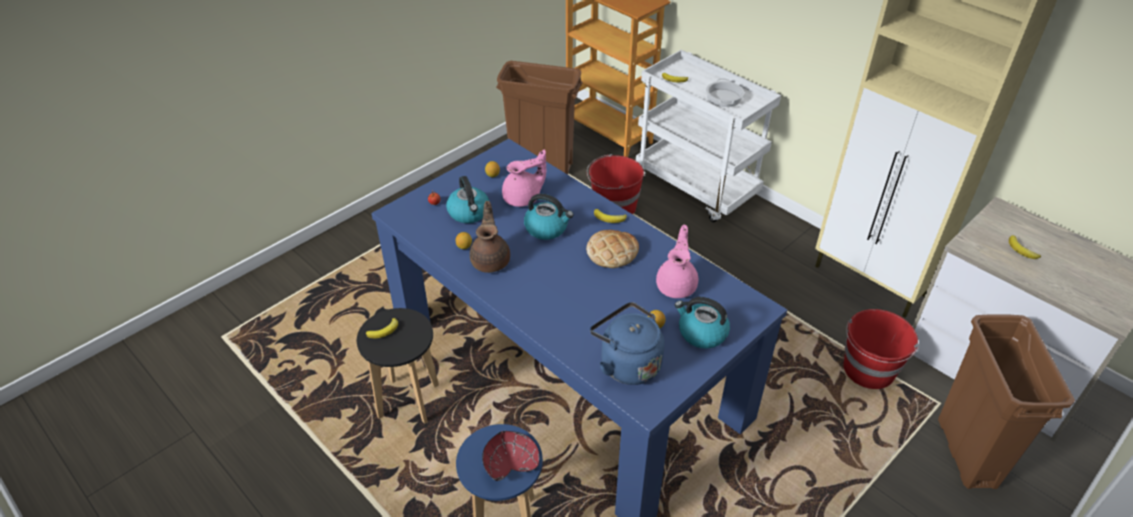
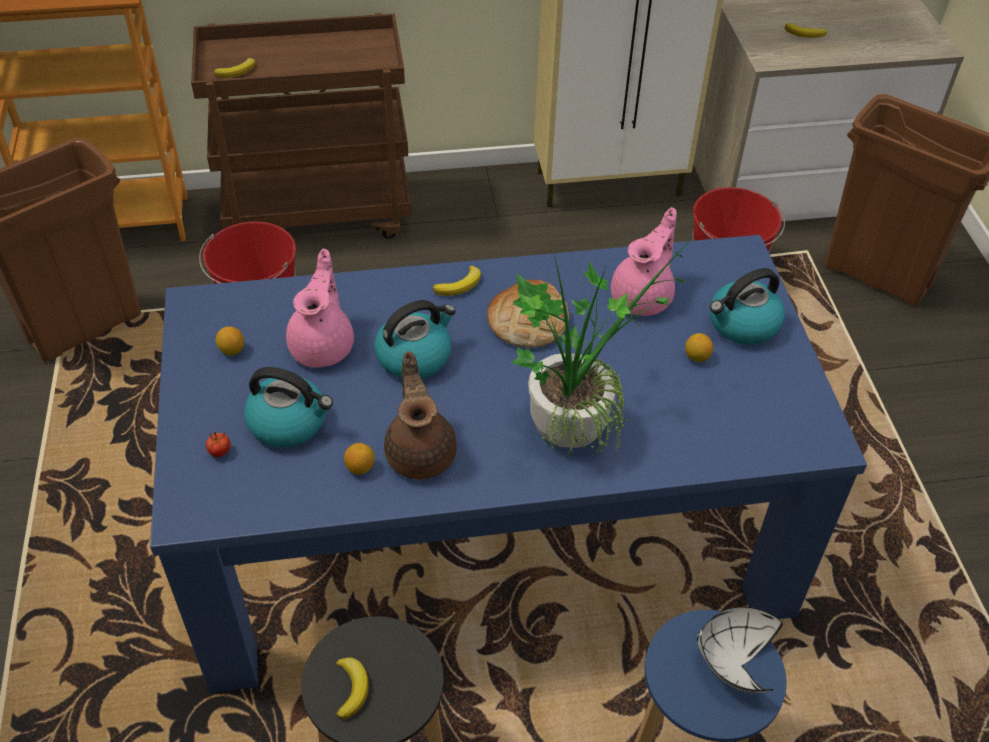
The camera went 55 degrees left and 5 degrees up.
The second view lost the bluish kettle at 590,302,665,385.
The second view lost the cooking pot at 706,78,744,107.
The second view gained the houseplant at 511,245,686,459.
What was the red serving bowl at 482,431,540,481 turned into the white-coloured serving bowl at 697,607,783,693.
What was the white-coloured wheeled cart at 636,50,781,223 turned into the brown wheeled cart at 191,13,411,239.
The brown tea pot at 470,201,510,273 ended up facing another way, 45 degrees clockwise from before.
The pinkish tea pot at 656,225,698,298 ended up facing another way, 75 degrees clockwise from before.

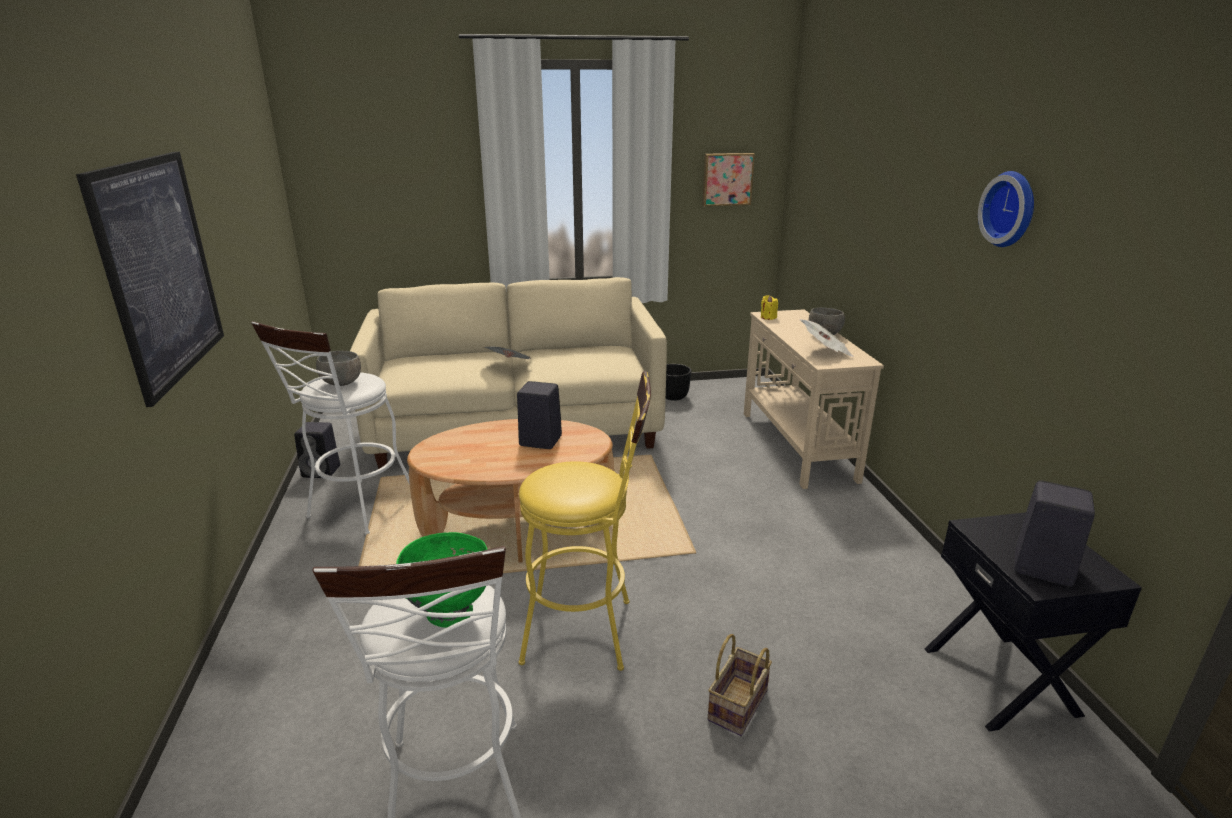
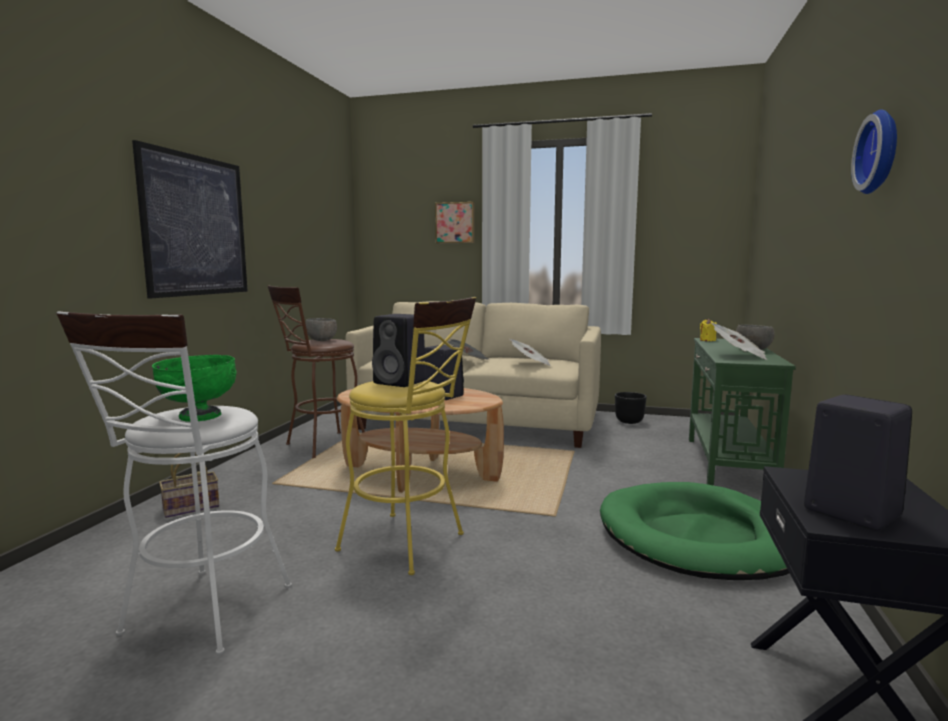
The camera went 25 degrees right and 15 degrees down.
The second view gained the newspaper at 510,339,551,366.
The second view gained the green dog cushion at 600,482,789,580.
The black-coloured loudspeaker ended up elsewhere, having gone from 294,422,340,478 to 372,314,426,387.
The wall art ended up elsewhere, having gone from 702,153,755,206 to 435,202,474,243.
The basket ended up elsewhere, having gone from 708,634,772,736 to 159,452,219,518.
What was the white-coloured stool at 251,321,410,535 turned into the brown stool at 268,285,365,458.
What was the sand-coloured hall table at 744,309,884,489 turned into the green hall table at 689,338,796,486.

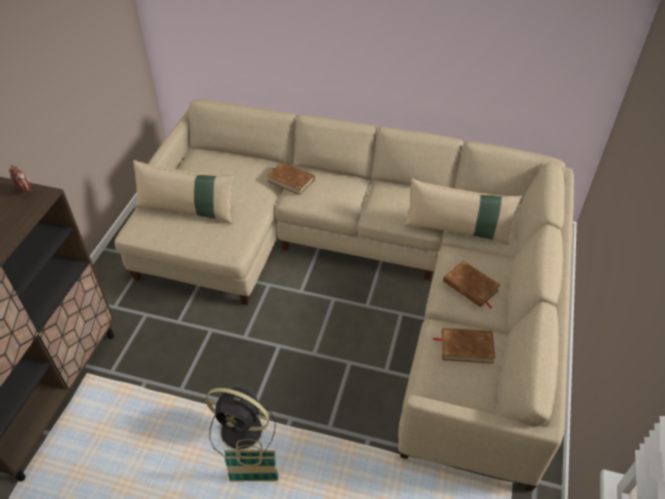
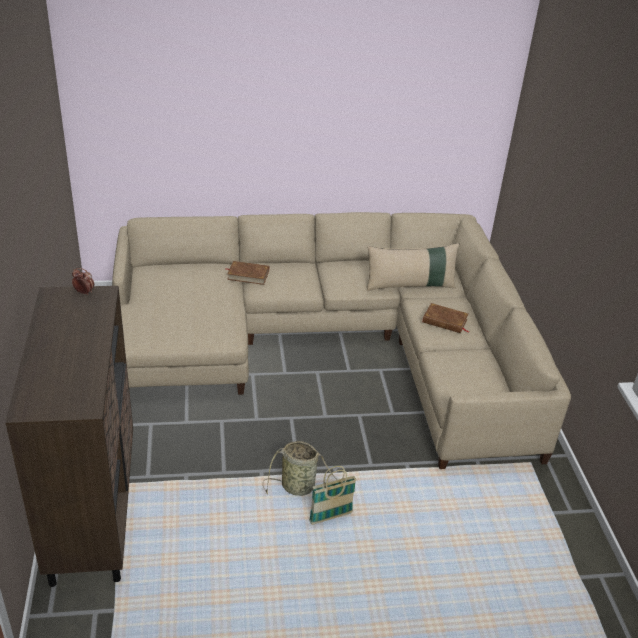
The camera went 25 degrees left and 10 degrees down.
The second view lost the sand-coloured throw pillow at 133,160,235,224.
The second view lost the brown bound book at 432,328,495,364.
Where the black-coloured cooling fan stood at 206,387,276,455, the basket came to stand at 263,441,338,496.

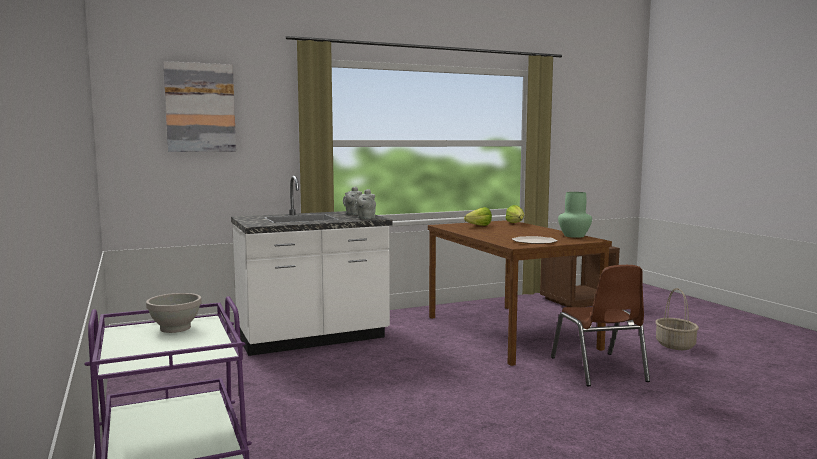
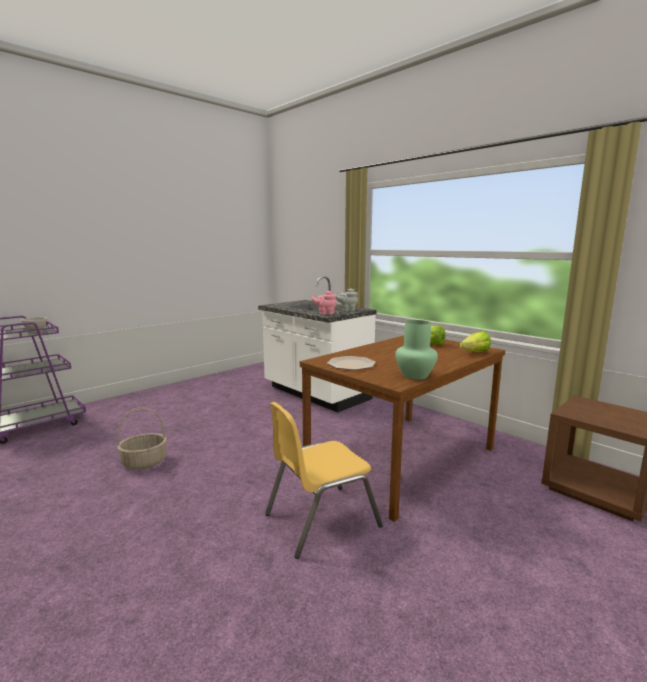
The camera went 70 degrees right and 5 degrees up.
The second view lost the wall art at 163,61,236,152.
The basket ended up elsewhere, having gone from 655,288,699,350 to 117,407,167,470.
What was the greyish tea pot at 355,189,376,219 turned into the pinkish tea pot at 312,291,337,315.
What was the brown chair at 551,265,650,386 turned into the yellow chair at 265,402,383,559.

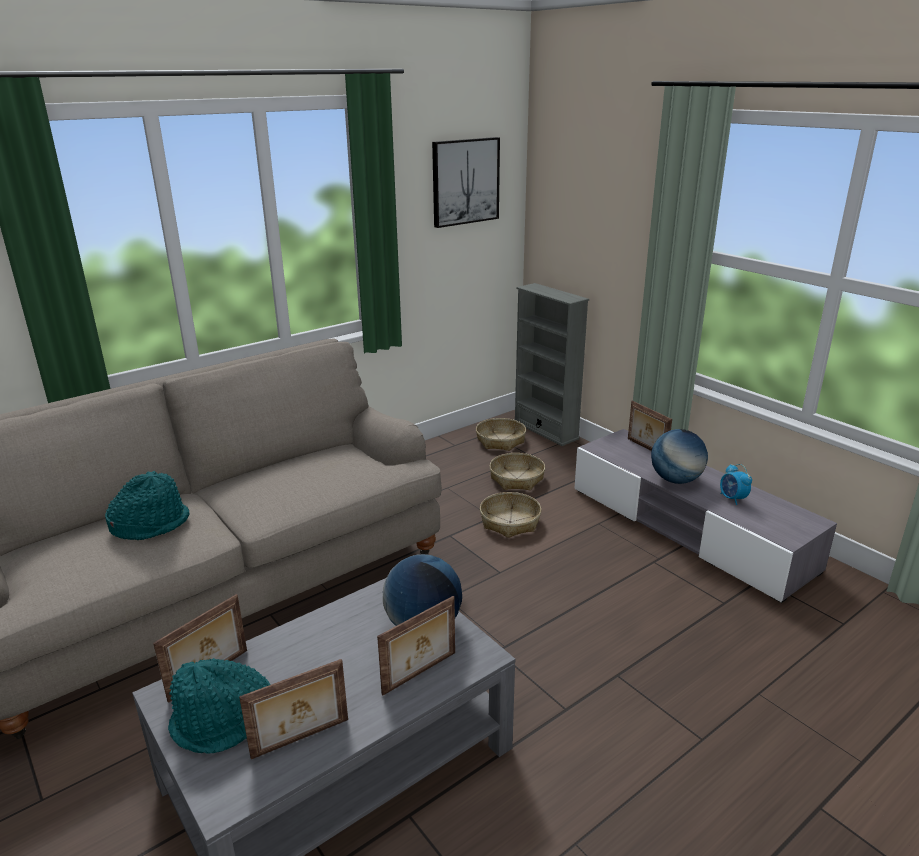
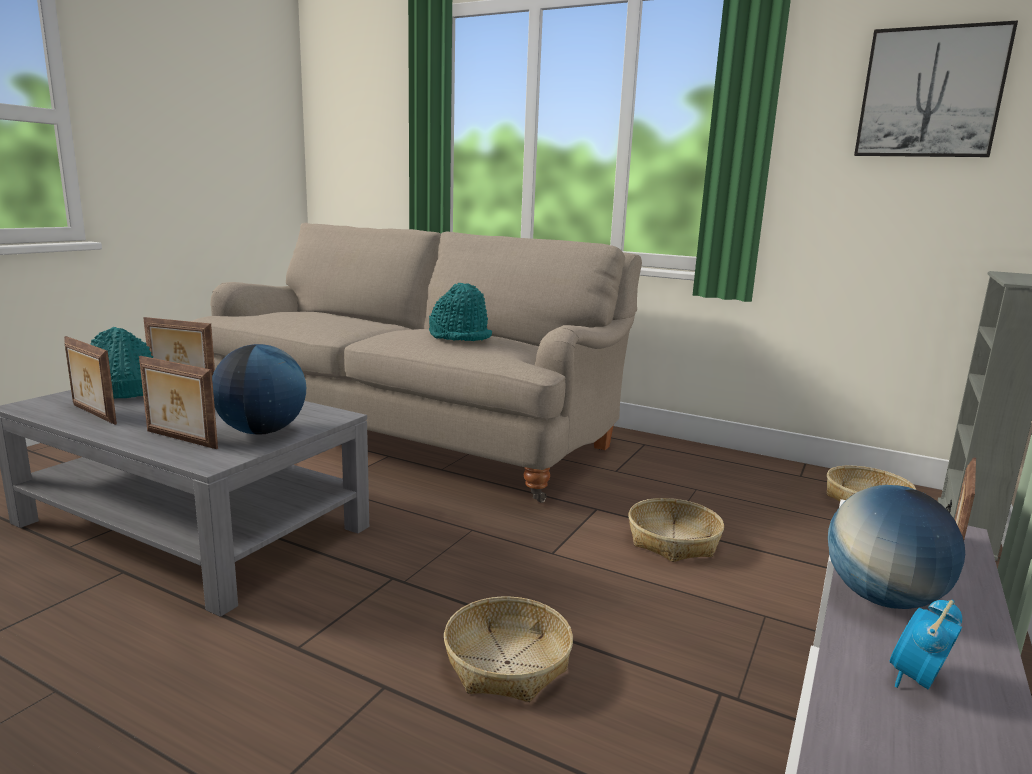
The camera went 65 degrees right and 10 degrees down.
The turquoise wearable hat ended up elsewhere, having gone from 105,471,189,540 to 429,283,492,341.
The basket ended up elsewhere, having gone from 489,453,545,490 to 444,596,573,702.

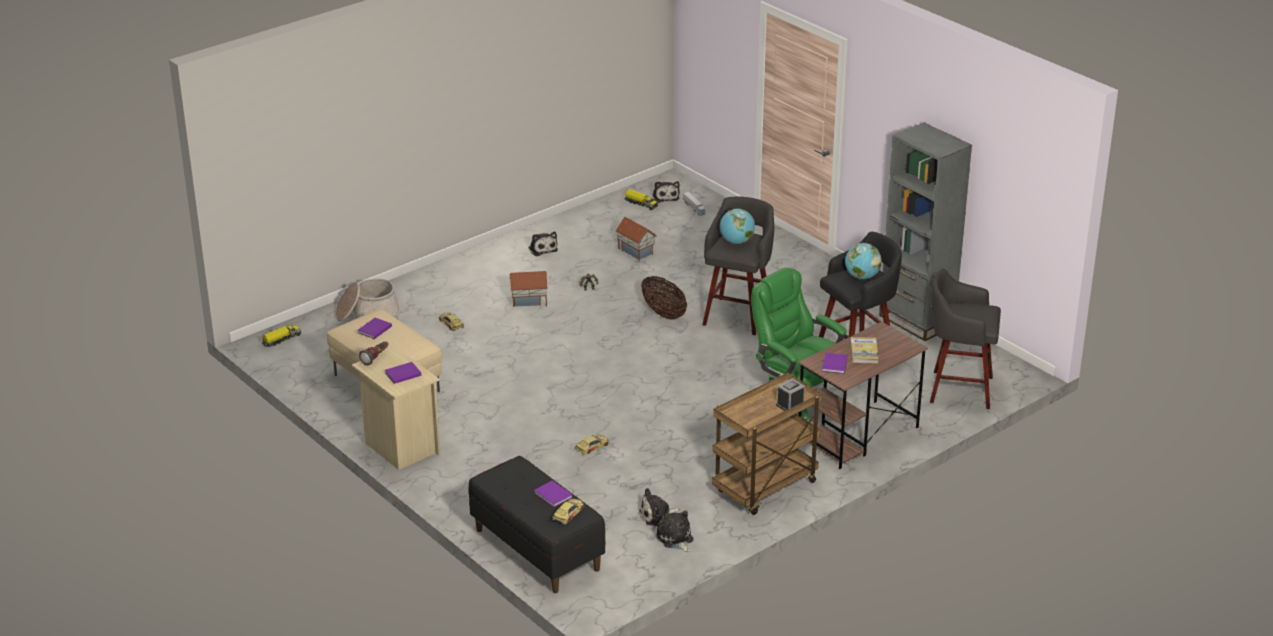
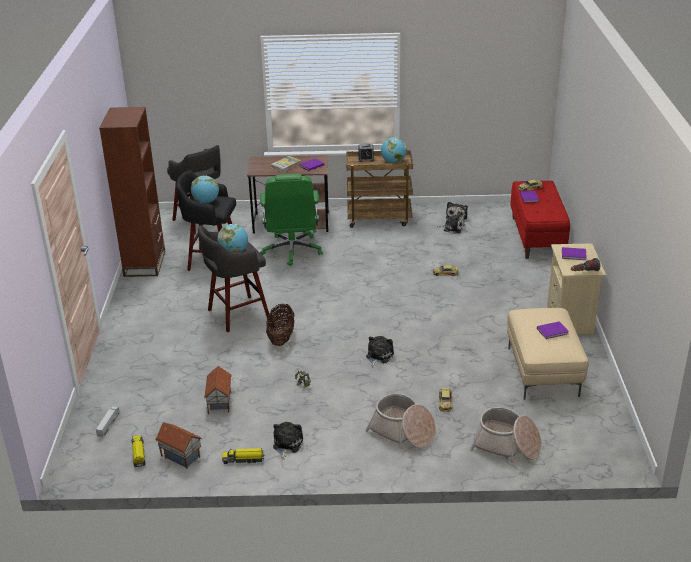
The camera went 140 degrees left and 0 degrees up.
The second view gained the basket at 365,393,436,449.
The second view gained the globe at 381,137,407,164.
The toy lorry ended up elsewhere, having gone from 262,325,301,347 to 222,448,264,464.
The toy house ended up elsewhere, having gone from 509,271,548,307 to 155,422,202,469.
The soft toy ended up elsewhere, having gone from 652,181,680,203 to 366,336,394,368.
What was the black-coloured indoor bench at 468,456,606,593 turned into the red indoor bench at 510,181,570,259.
What was the greyish bookcase at 879,122,972,341 turned into the brown bookcase at 99,107,165,277.

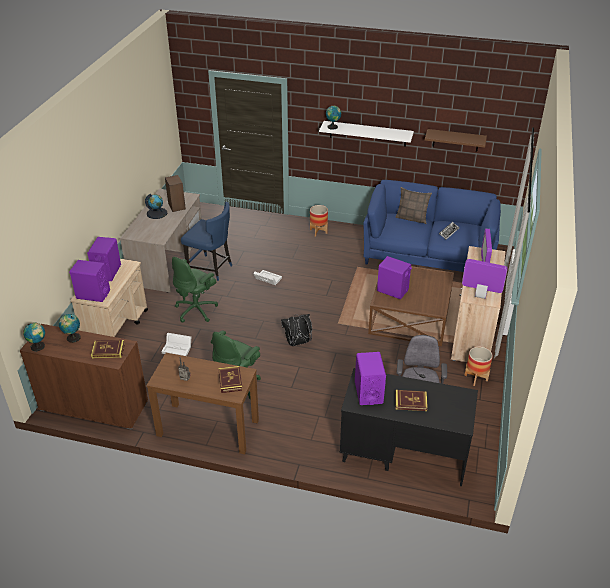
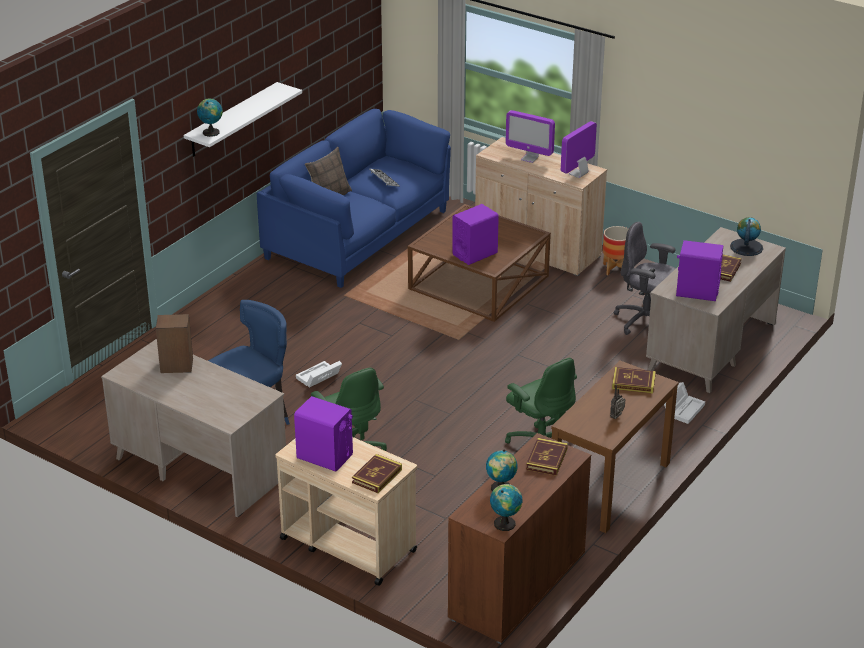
The camera went 70 degrees left and 5 degrees down.
The second view lost the black-coloured backpack at 281,314,312,346.
The second view lost the plant pot at 310,205,328,237.
The second view lost the brown shelf at 425,129,487,152.
The globe ended up elsewhere, having gone from 145,194,167,219 to 730,217,763,256.
The white-coloured storage bin ended up elsewhere, having gone from 162,333,191,356 to 664,382,705,424.
Where the purplish loudspeaker stood at 69,260,110,302, the bound book came to stand at 352,454,402,493.
What was the black-coloured desk table at 340,368,478,486 turned into the sand-coloured desk table at 646,227,786,393.

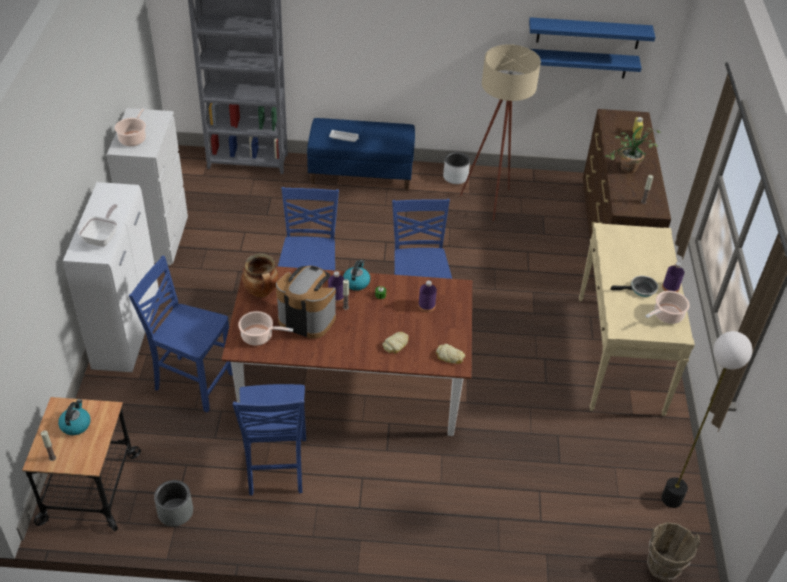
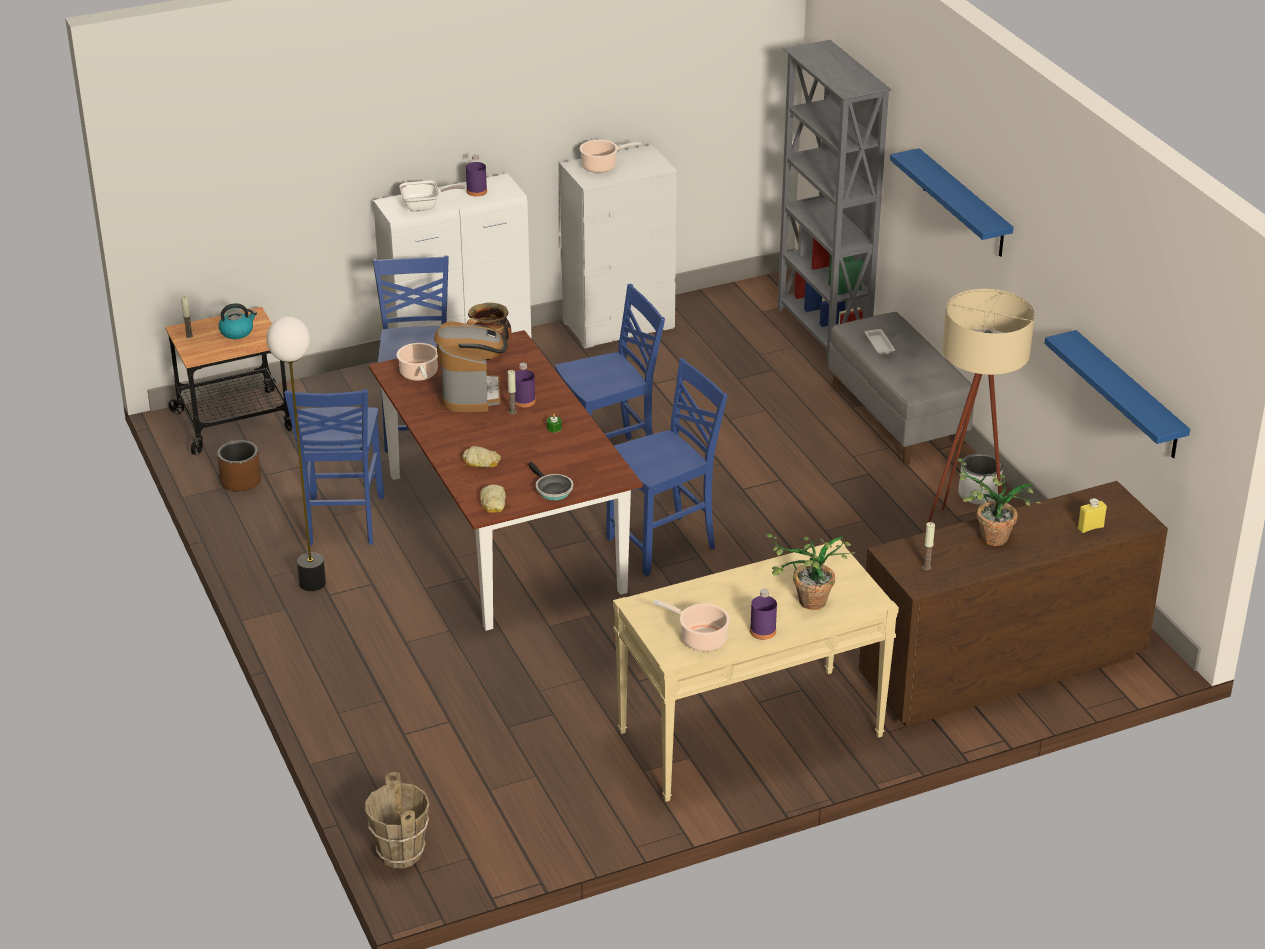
The camera went 65 degrees right and 10 degrees down.
The second view lost the kettle at 343,260,370,291.
The second view gained the houseplant at 766,534,855,610.
The purplish drink bottle ended up elsewhere, having gone from 418,280,437,312 to 466,154,487,196.
The bluish shelf ended up elsewhere, having gone from 529,17,655,49 to 890,148,1013,257.
The pan ended up elsewhere, having gone from 610,276,658,297 to 528,462,573,500.
The floor lamp ended up elsewhere, having gone from 661,331,752,508 to 266,316,326,591.
What was the greyish plant pot at 154,480,193,526 turned into the brown plant pot at 217,440,262,492.
What was the bluish indoor bench at 307,118,415,190 turned into the greyish indoor bench at 828,312,974,464.
The bluish chair at 233,384,306,496 ended up facing another way, 60 degrees counterclockwise from before.

